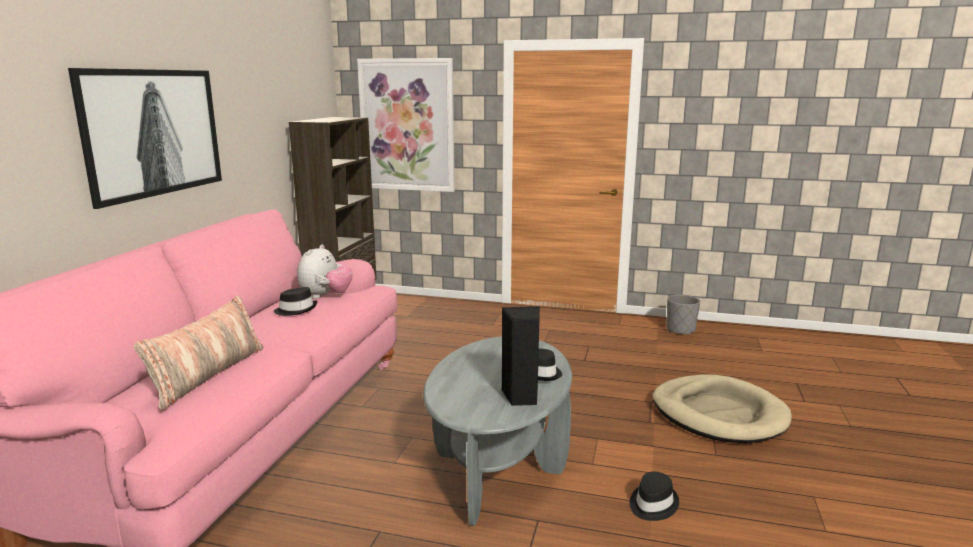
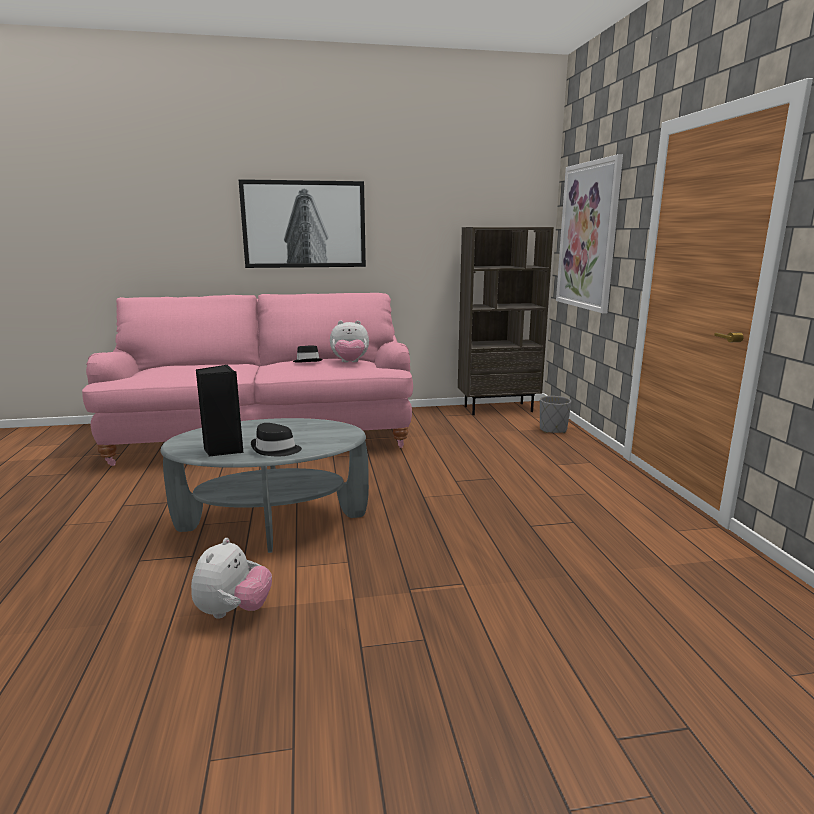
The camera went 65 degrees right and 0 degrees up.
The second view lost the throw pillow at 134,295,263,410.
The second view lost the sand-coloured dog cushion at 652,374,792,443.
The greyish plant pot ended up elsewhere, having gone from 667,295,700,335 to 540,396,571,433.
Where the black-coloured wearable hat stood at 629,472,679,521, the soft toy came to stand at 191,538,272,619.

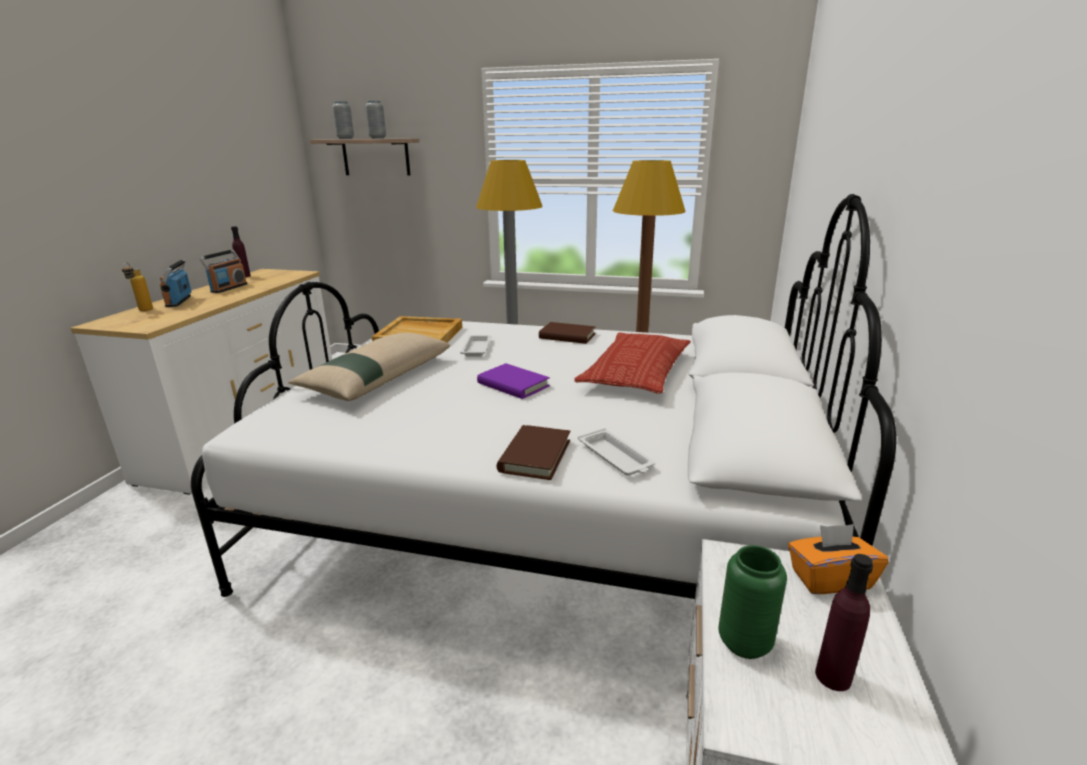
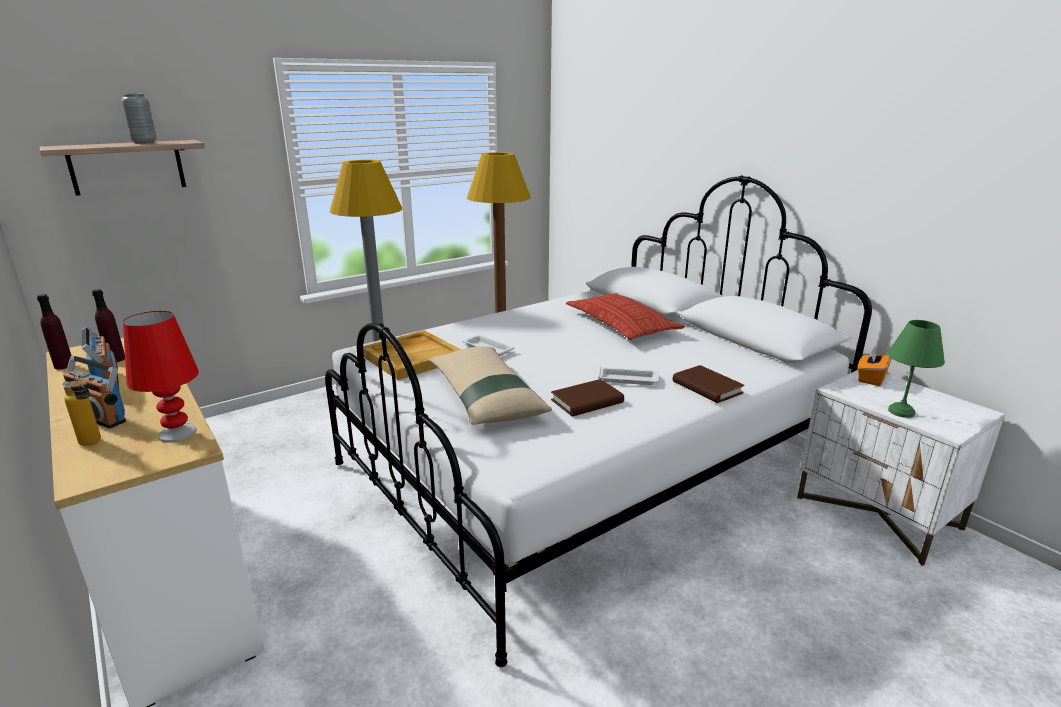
The camera went 50 degrees left and 0 degrees up.
The second view lost the greyish decorative vase at 332,101,354,139.
The second view lost the purplish bound book at 477,363,550,399.
The second view gained the red lamp for a table at 123,311,199,443.
The brown bound book ended up elsewhere, having gone from 539,322,596,344 to 551,379,624,417.
The white-coloured carrying tray ended up elsewhere, having gone from 578,428,655,476 to 598,367,662,385.
The purplish drink bottle ended up elsewhere, having gone from 815,554,873,691 to 92,289,125,362.
Where the green decorative vase stood at 718,545,787,659, the green lamp for a table came to stand at 888,320,945,418.

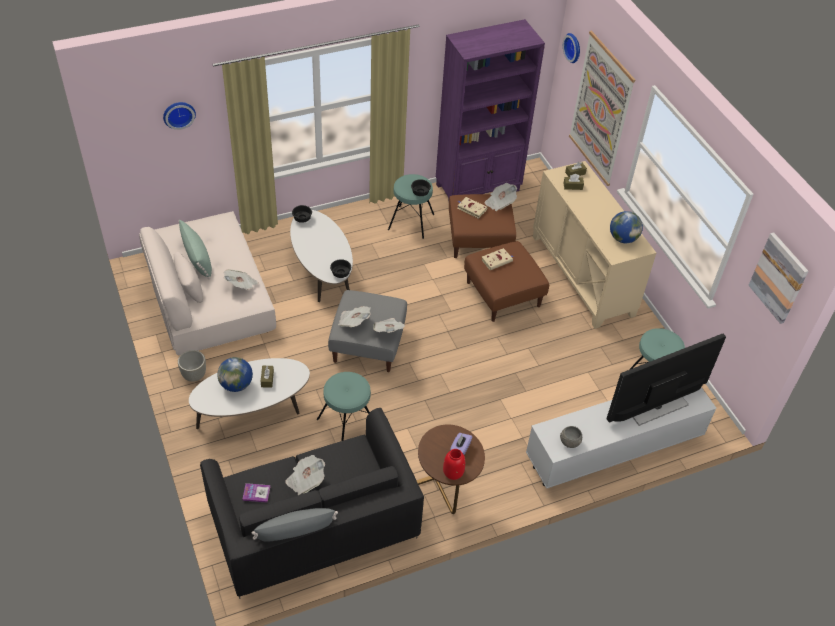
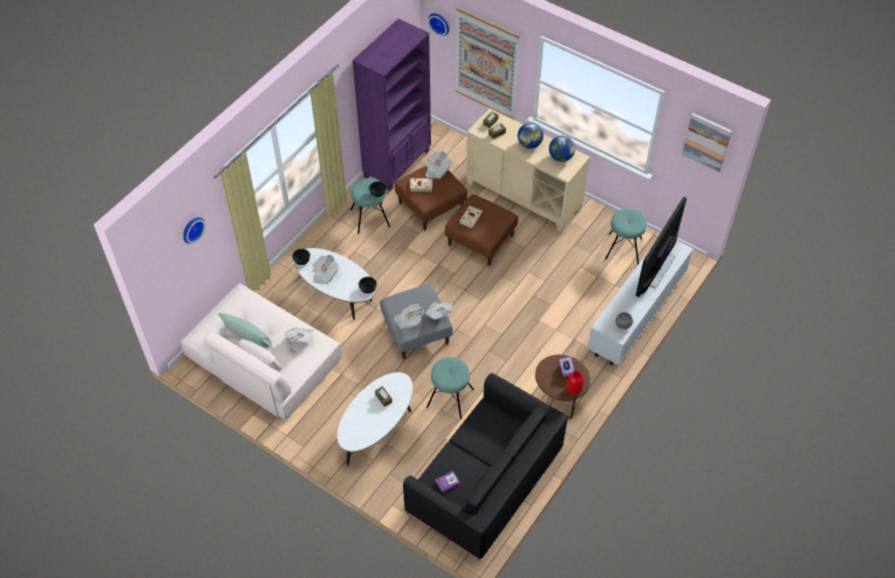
The camera went 30 degrees left and 5 degrees up.
The second view lost the greyish plant pot at 178,350,206,382.
The second view lost the greyish throw pillow at 252,508,338,542.
The globe ended up elsewhere, having gone from 217,357,253,392 to 518,122,544,149.
The newspaper ended up elsewhere, having gone from 285,455,325,495 to 312,255,339,285.

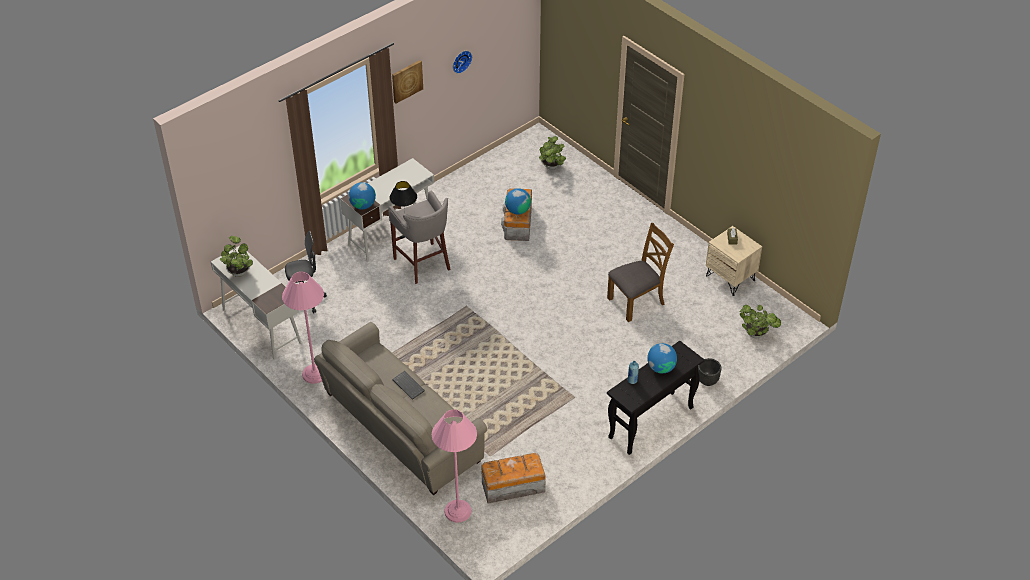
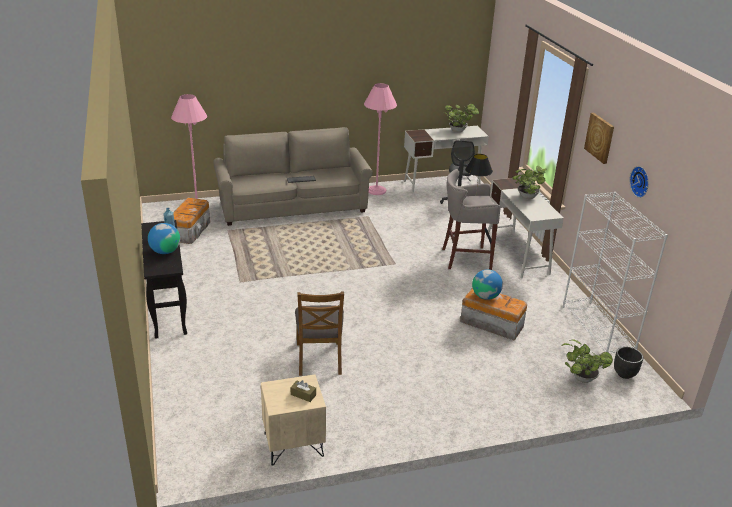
The camera went 115 degrees right and 15 degrees down.
The second view lost the globe at 349,182,376,209.
The second view gained the white-coloured bookcase at 562,192,668,353.
The black-coloured plant pot ended up elsewhere, having gone from 698,358,721,386 to 614,347,643,379.
The houseplant ended up elsewhere, having gone from 740,305,781,338 to 512,166,547,199.

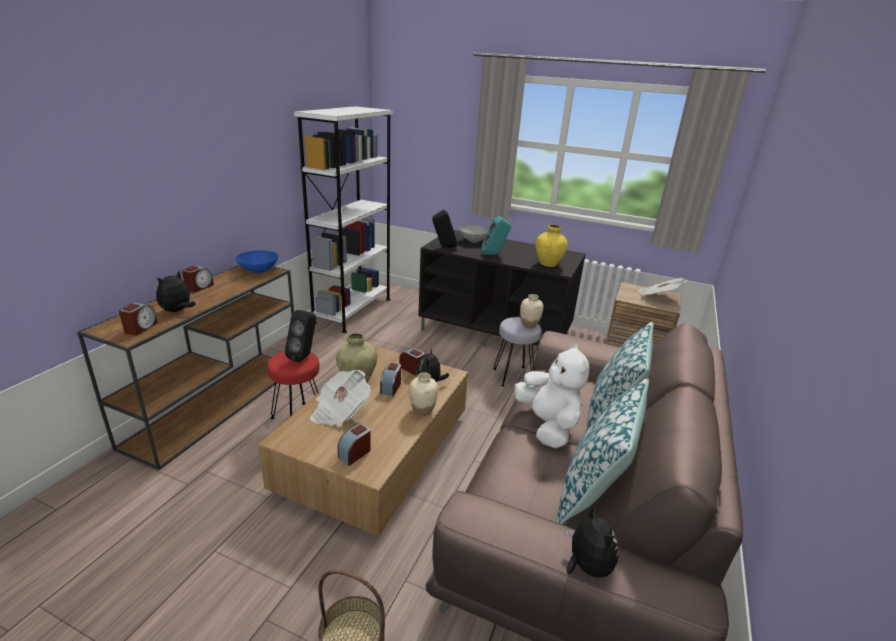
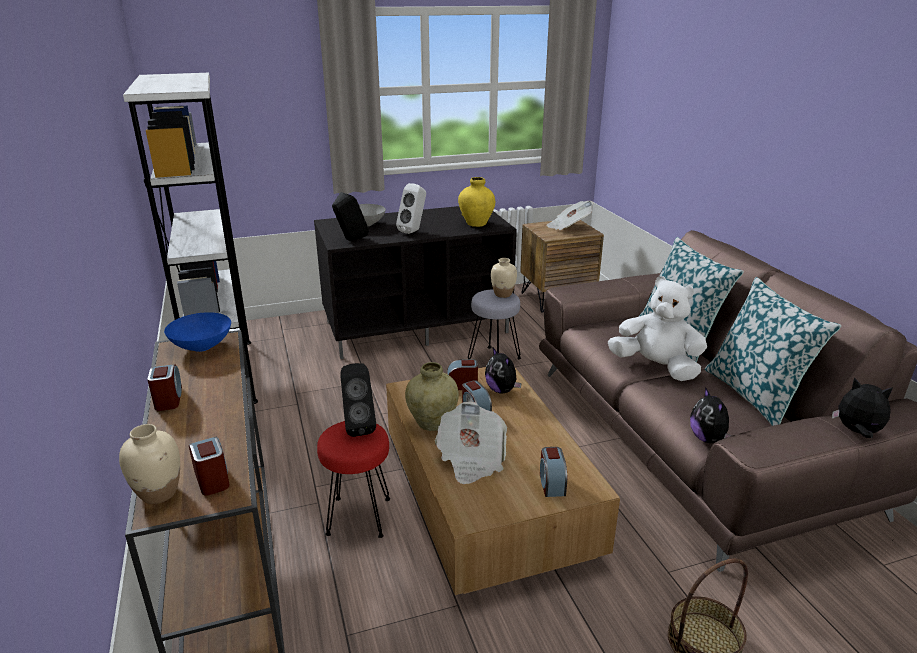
The camera went 40 degrees left and 0 degrees up.
The soft toy ended up elsewhere, having gone from 156,271,196,312 to 690,387,732,443.
The sand-coloured decorative vase ended up elsewhere, having gone from 409,372,438,416 to 119,424,180,504.
What was the turquoise loudspeaker at 482,216,511,255 turned into the white-coloured loudspeaker at 396,183,426,234.

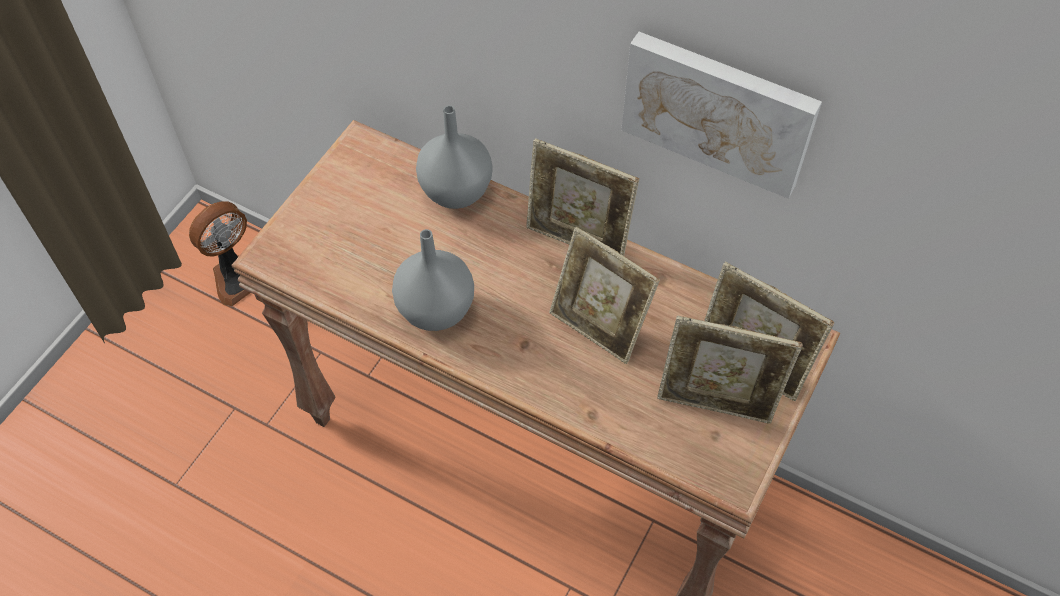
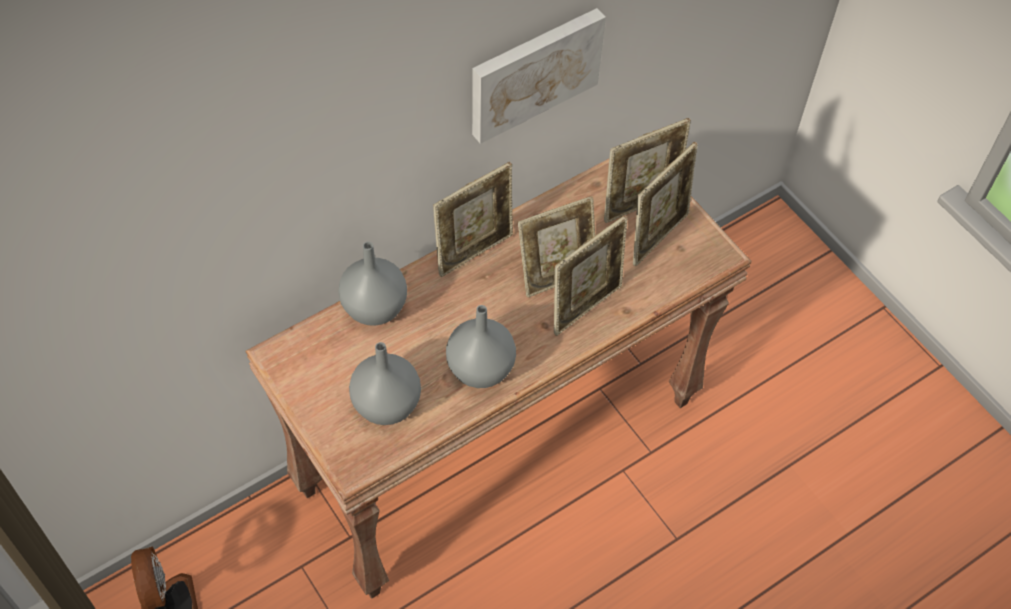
The camera went 65 degrees left and 0 degrees up.
The second view gained the greyish decorative vase at 349,342,421,425.
The second view gained the picture frame at 554,215,628,336.

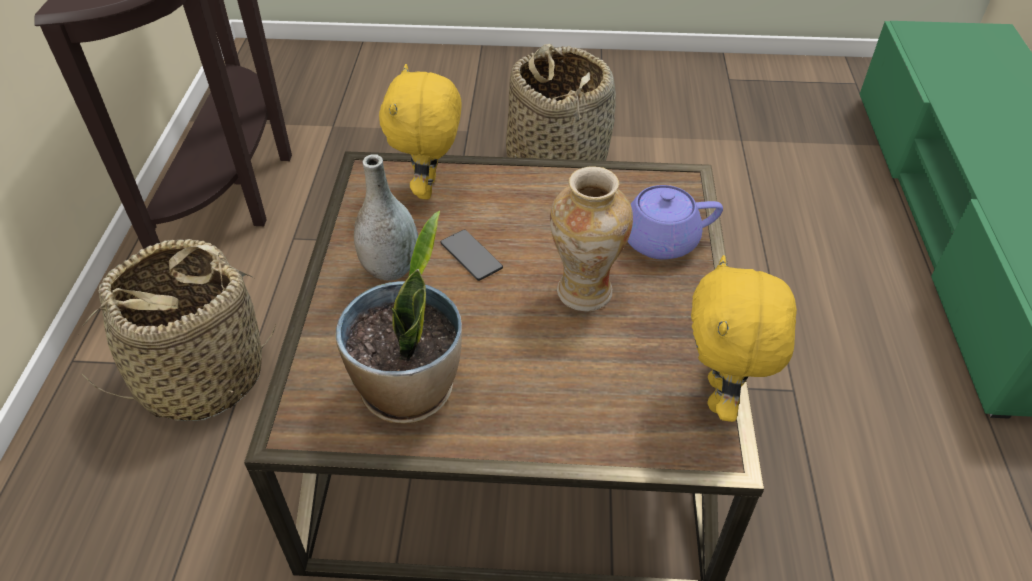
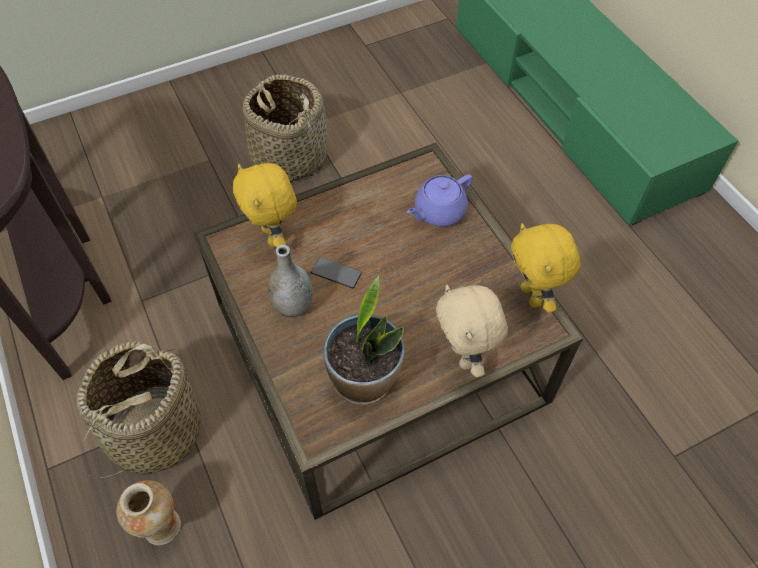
The camera went 30 degrees left and 10 degrees up.
The second view gained the sand-coloured soft toy at 436,285,508,377.
The decorative vase ended up elsewhere, having gone from 550,166,633,311 to 116,480,181,546.

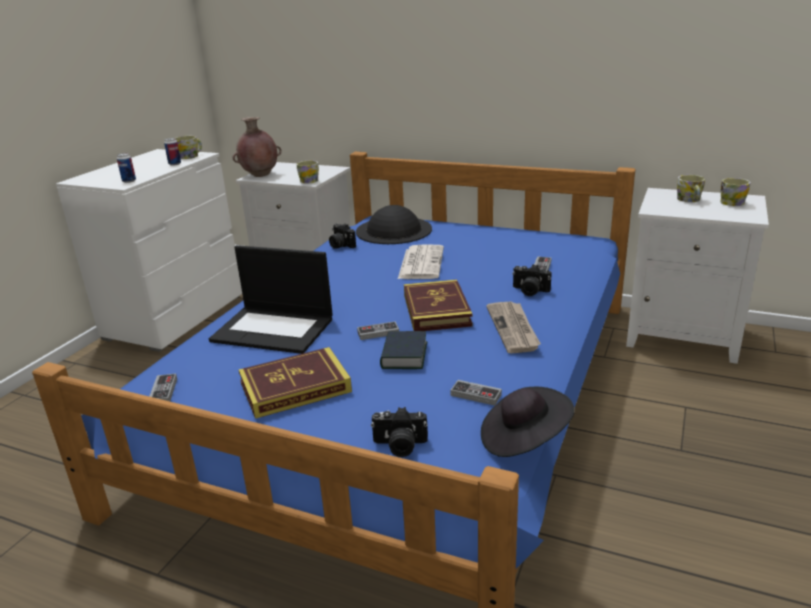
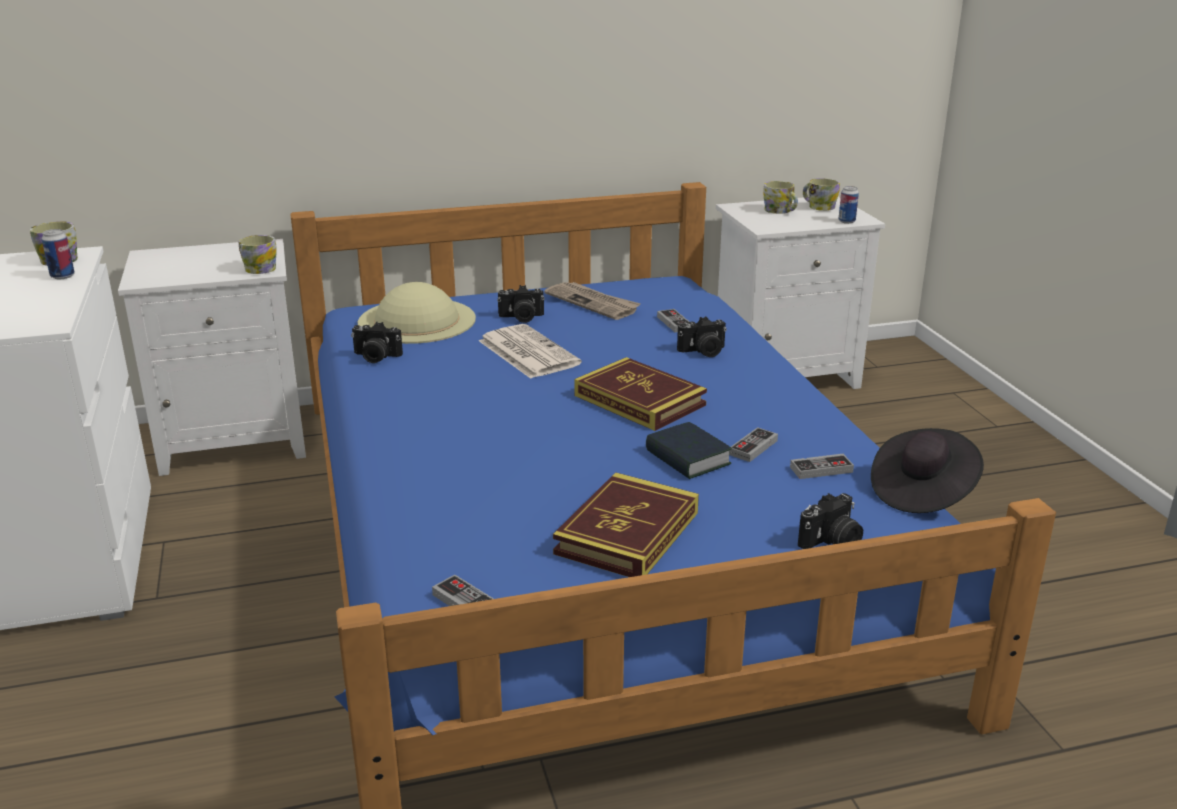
The camera went 40 degrees left and 0 degrees up.
The second view lost the notebook computer at 209,245,333,354.
The second view lost the brown decorative vase at 232,117,281,177.
The second view gained the photo camera at 497,285,544,323.
The metal can ended up elsewhere, having gone from 117,153,136,183 to 838,186,859,224.
The game controller ended up elsewhere, having gone from 357,321,399,340 to 729,427,778,462.
The newspaper ended up elsewhere, having gone from 486,301,541,353 to 544,282,641,320.
What was the black-coloured wearable hat at 356,205,432,244 turned into the sand-coloured wearable hat at 358,282,476,344.

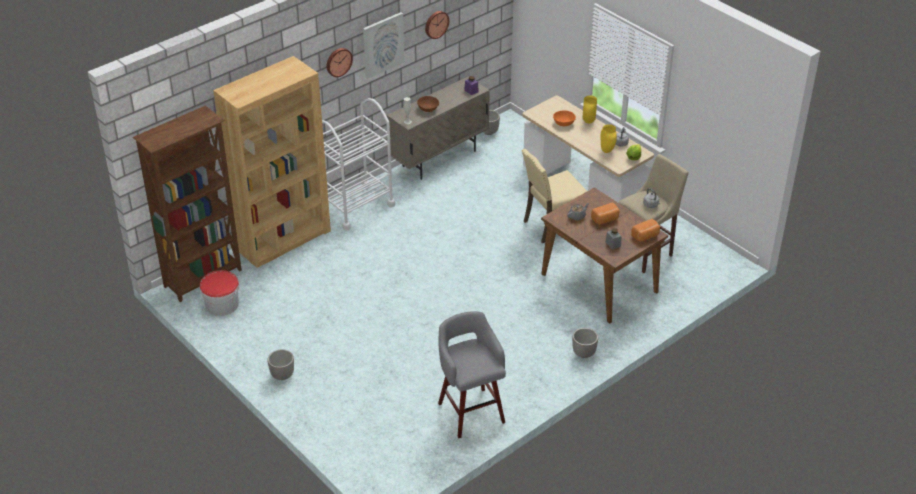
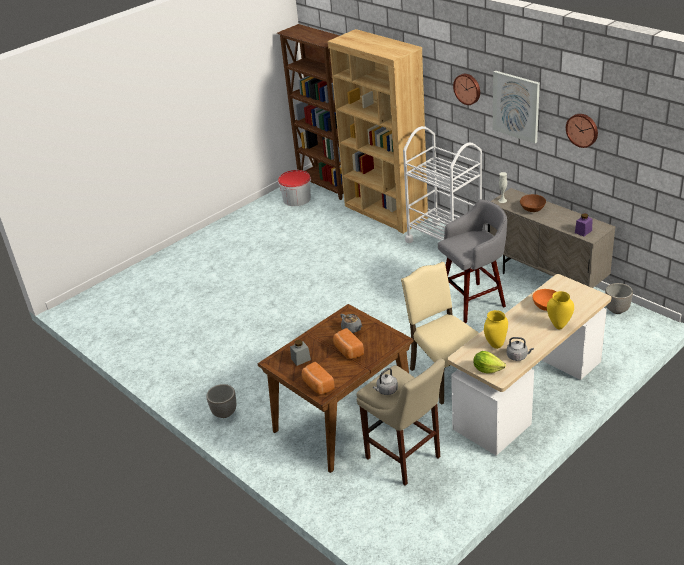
The camera went 90 degrees right and 5 degrees down.
The second view lost the plant pot at 267,349,294,380.
The greyish stool ended up elsewhere, having gone from 438,311,506,438 to 438,199,507,323.

